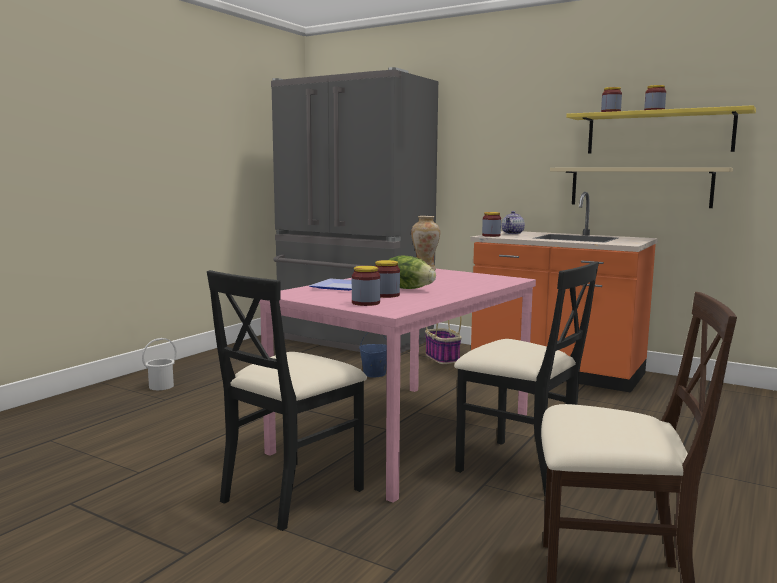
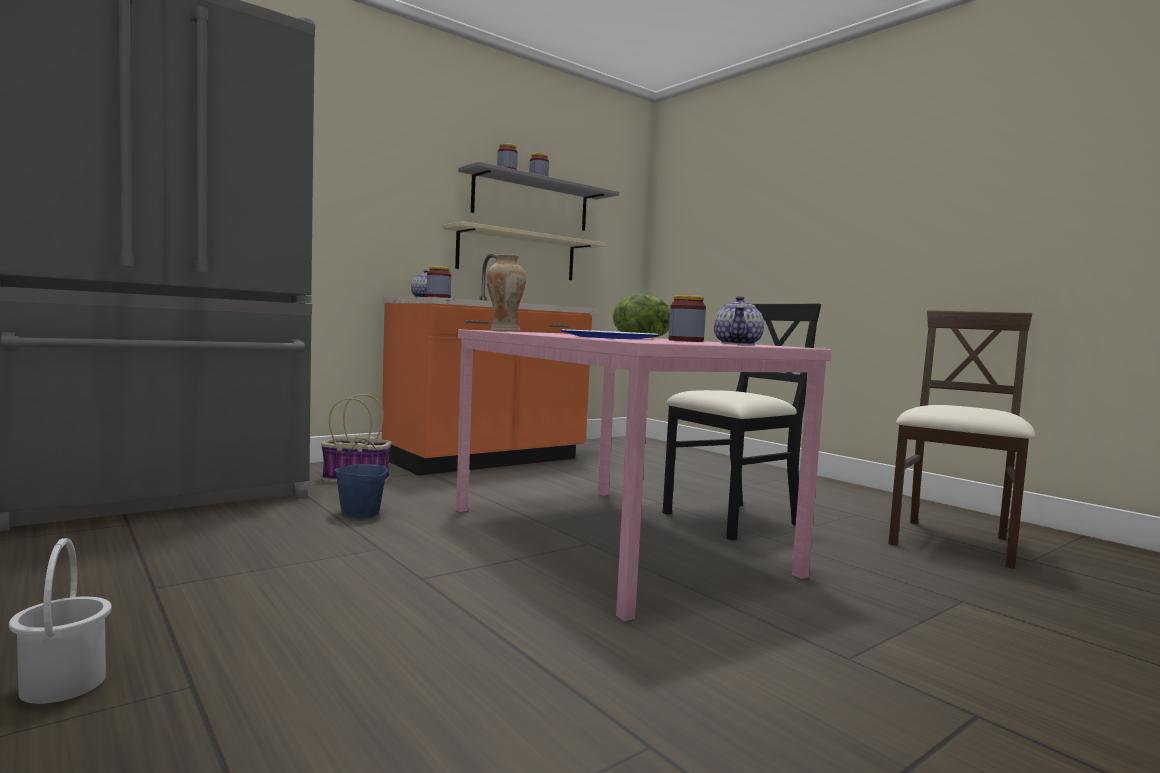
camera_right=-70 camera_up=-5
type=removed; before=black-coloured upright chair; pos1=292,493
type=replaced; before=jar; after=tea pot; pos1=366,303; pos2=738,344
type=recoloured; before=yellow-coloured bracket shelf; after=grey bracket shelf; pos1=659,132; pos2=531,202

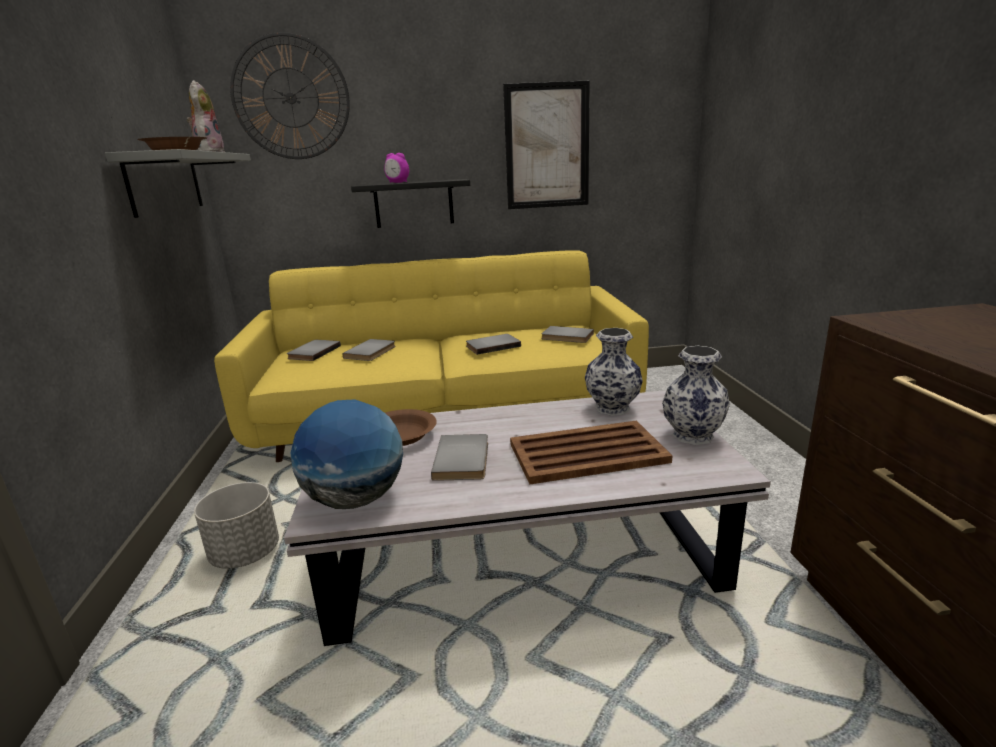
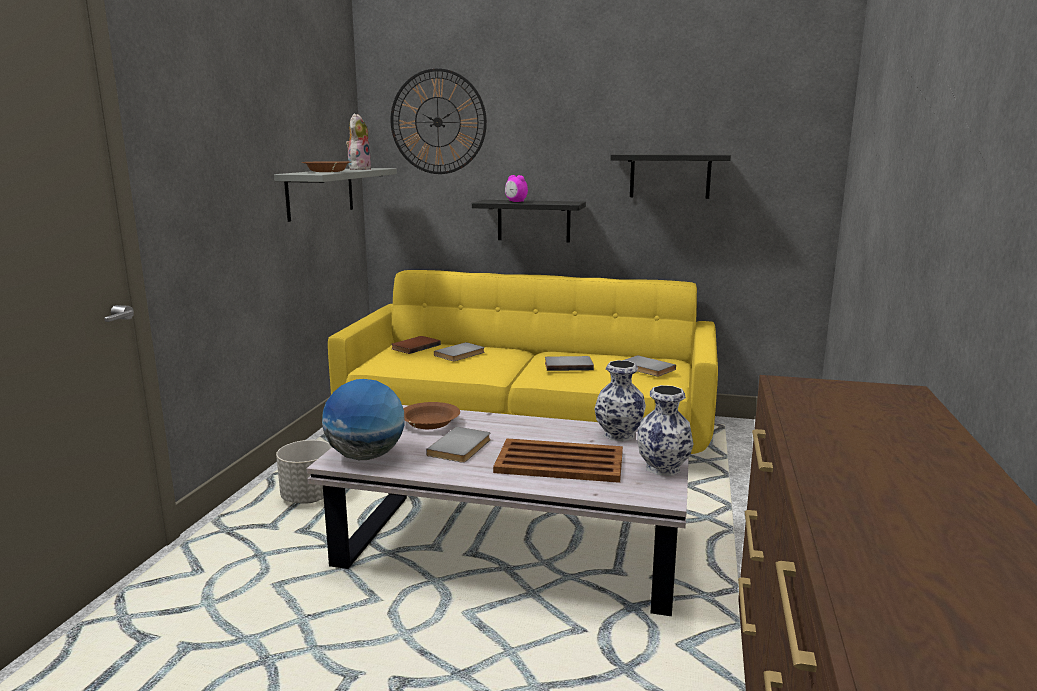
camera_right=20 camera_up=-5
type=recoloured; before=grey book; after=brown book; pos1=313,352; pos2=414,346
type=replaced; before=picture; after=black-coloured bracket shelf; pos1=547,146; pos2=670,176

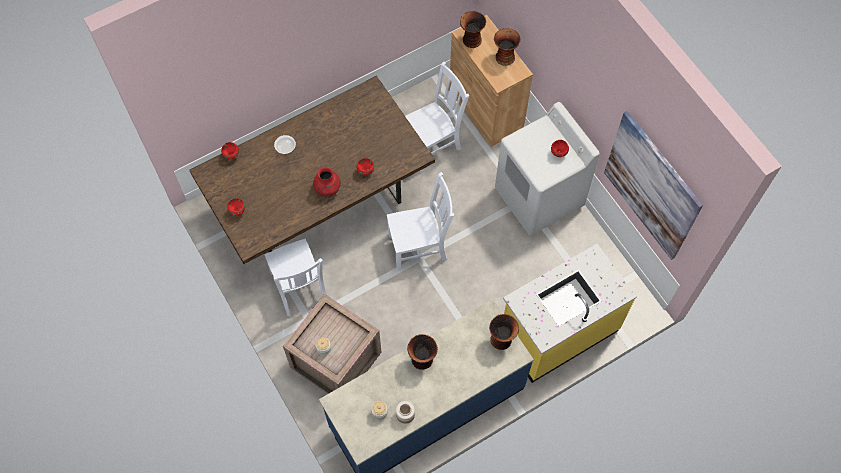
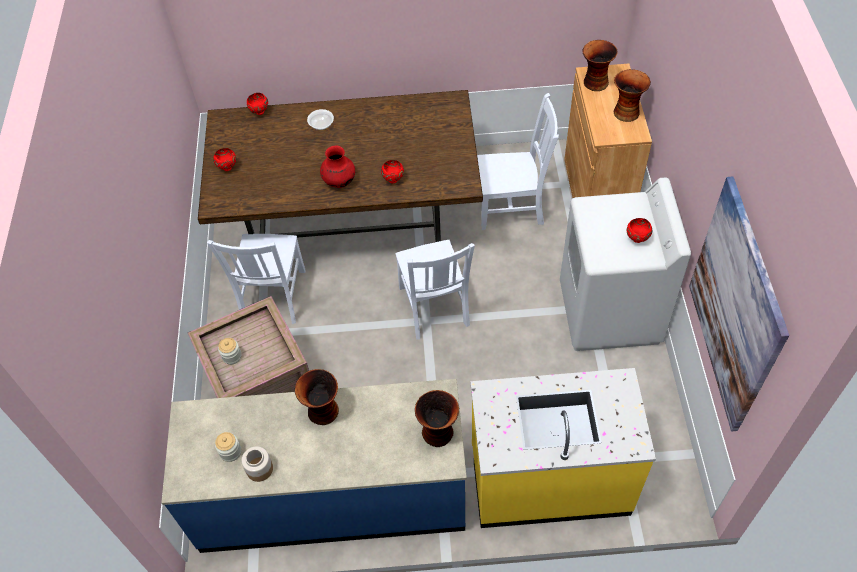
camera_right=30 camera_up=-10
type=turned; before=whitish upright chair; pos1=419,246; pos2=434,308; turn=60

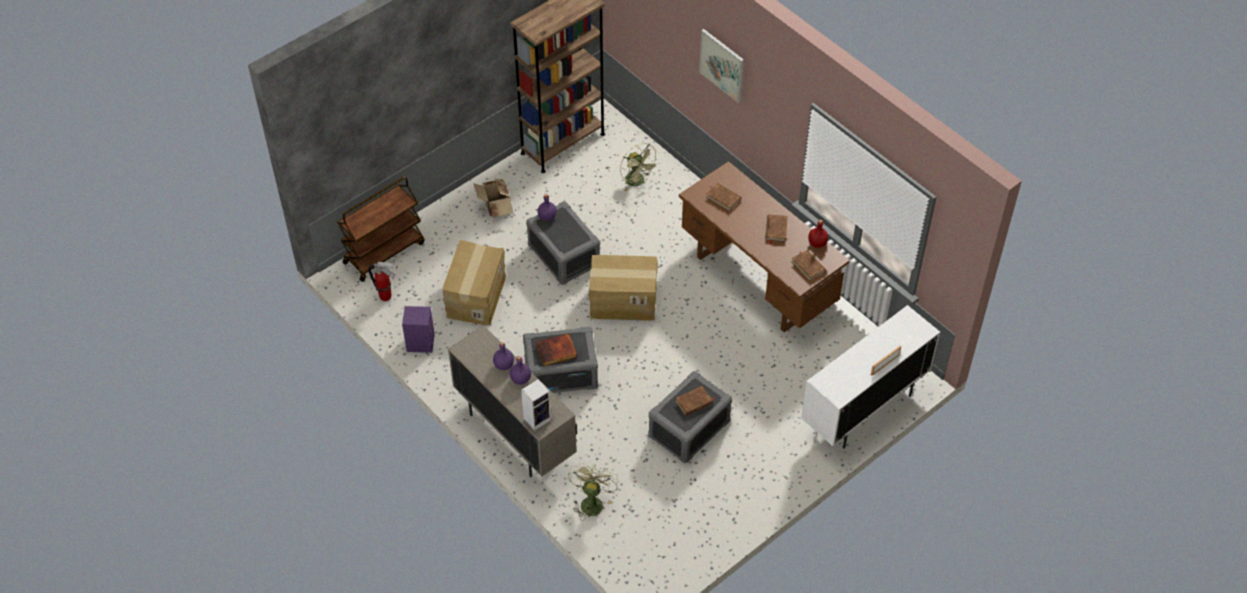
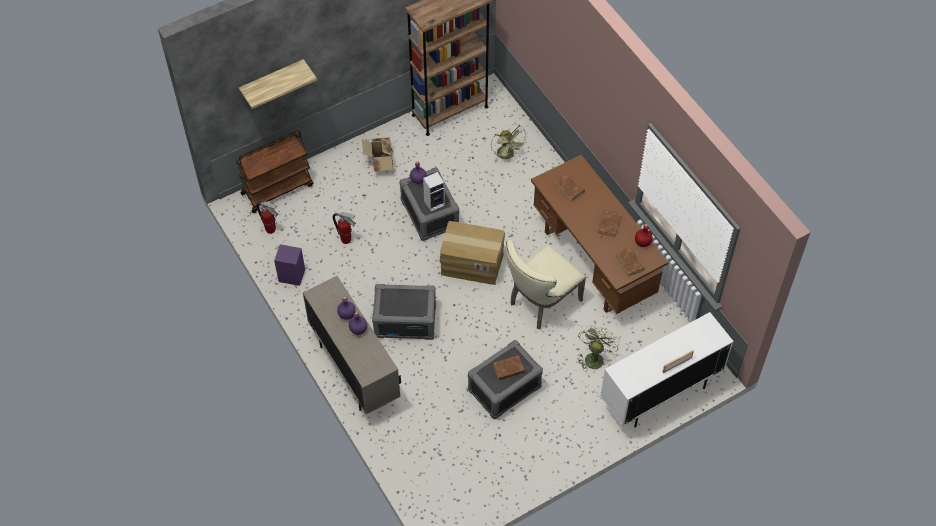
camera_right=10 camera_up=5
type=replaced; before=carton; after=fire extinguisher; pos1=475,296; pos2=346,240
type=moved; before=audio speaker; pos1=537,418; pos2=435,202
type=removed; before=book; pos1=556,352
type=moved; before=greenish fan; pos1=591,501; pos2=594,357
type=removed; before=picture; pos1=722,65
type=added; after=bracket shelf; pos2=272,81
type=added; after=beige-coloured upright chair; pos2=541,303

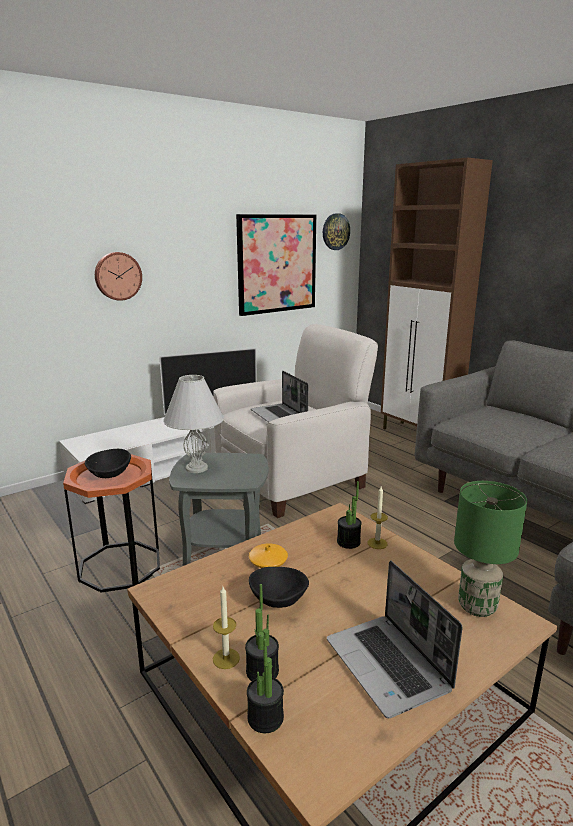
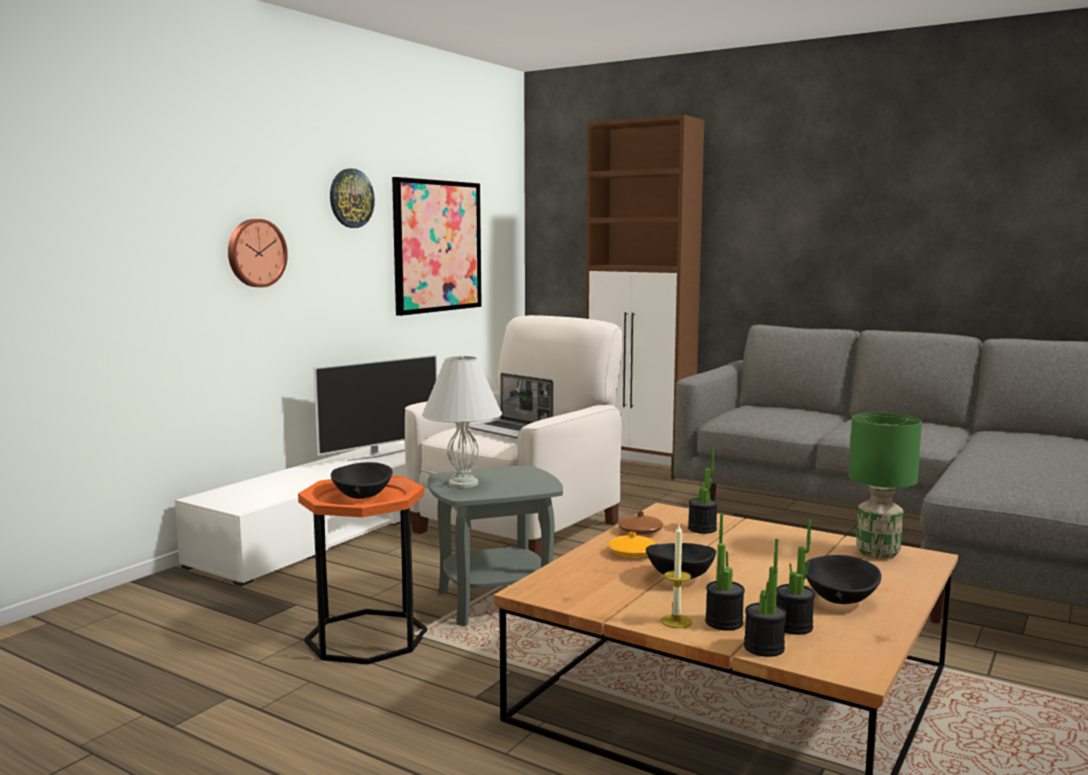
camera_right=-20 camera_up=-10
type=moved; before=wall clock; pos1=335,231; pos2=351,198
type=replaced; before=portable computer; after=black-coloured bowl; pos1=389,666; pos2=840,600
type=removed; before=candle; pos1=377,543
type=added; after=brown vase; pos2=640,531
type=added; after=plant in a pot; pos2=793,626

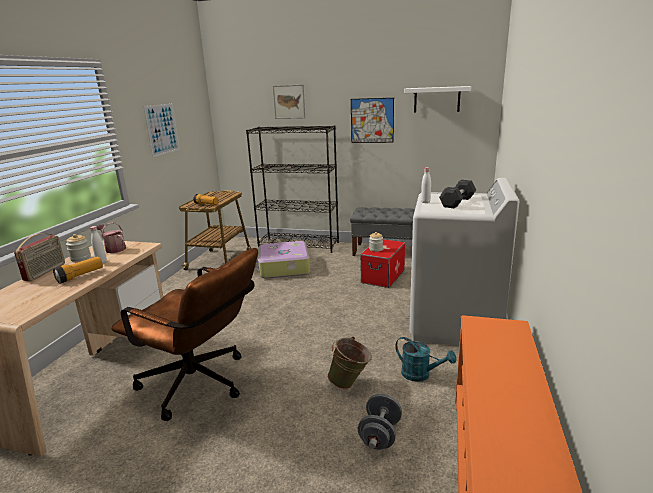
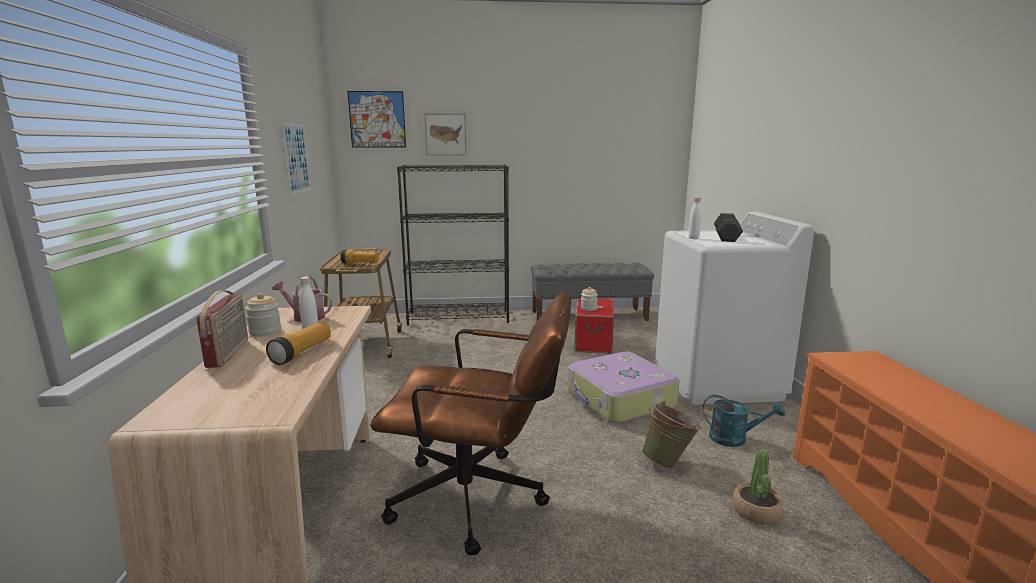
camera_right=-20 camera_up=-5
type=moved; before=suitcase; pos1=283,267; pos2=620,399
type=moved; before=picture; pos1=372,120; pos2=377,119
type=replaced; before=grey dumbbell; after=plant in a pot; pos1=380,435; pos2=756,511
type=removed; before=whitish bracket shelf; pos1=437,99

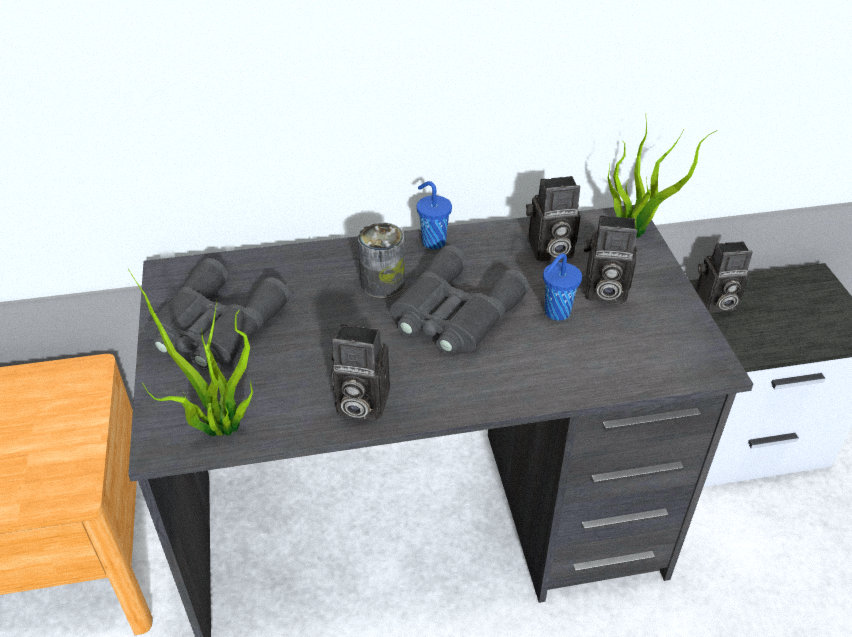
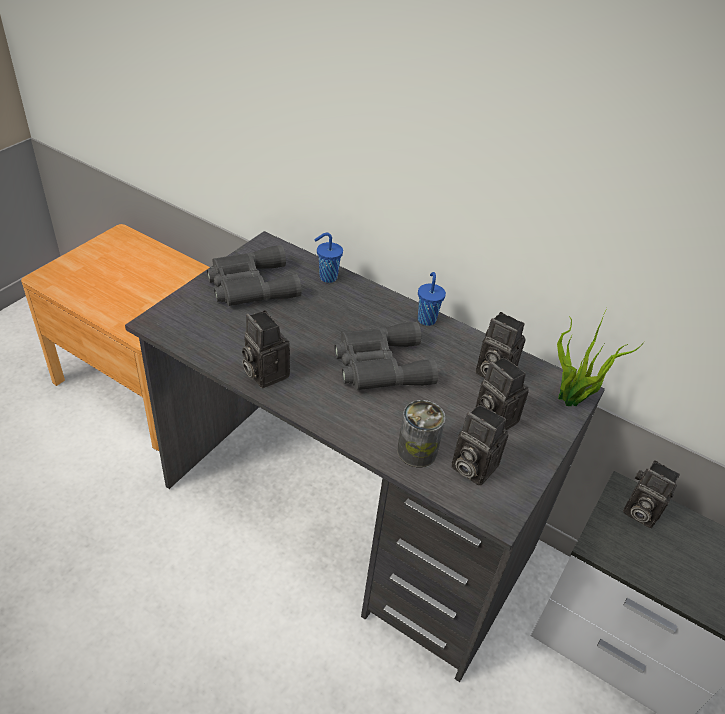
camera_right=40 camera_up=0
type=removed; before=plant in a pot; pos1=218,428
type=moved; before=can; pos1=382,283; pos2=417,451
type=moved; before=bluish drinking cup; pos1=555,313; pos2=327,277
type=added; after=photo camera; pos2=470,467

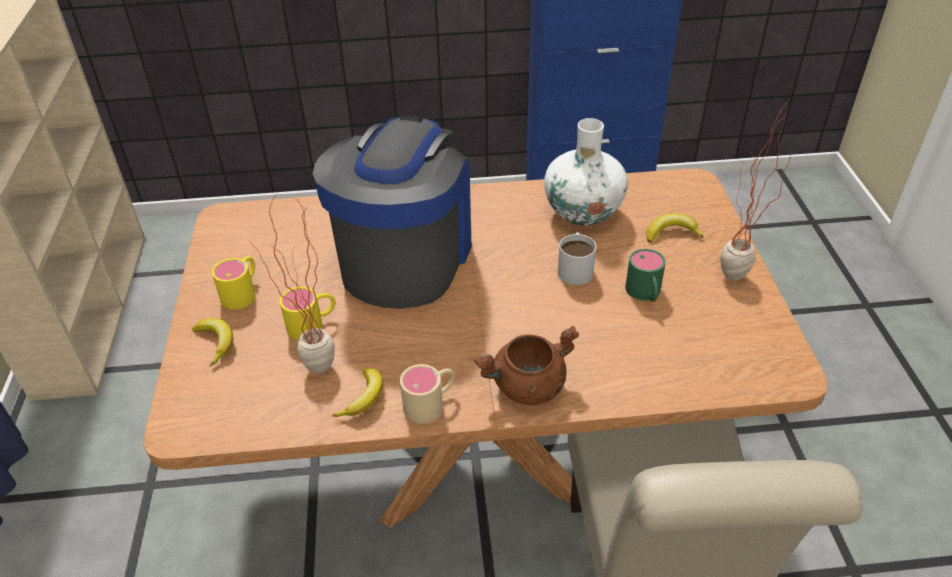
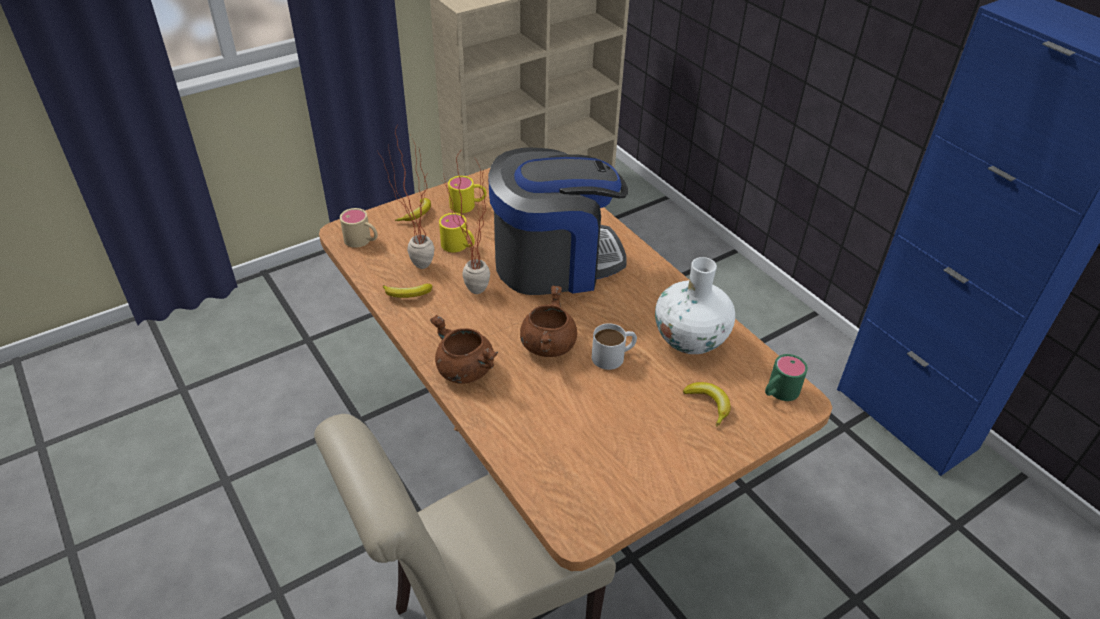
camera_right=60 camera_up=0
type=moved; before=beige-coloured mug; pos1=431,403; pos2=362,241
type=moved; before=greenish mug; pos1=645,294; pos2=778,392
type=moved; before=plant in a pot; pos1=732,283; pos2=468,291
type=added; after=brown saucepot; pos2=547,344

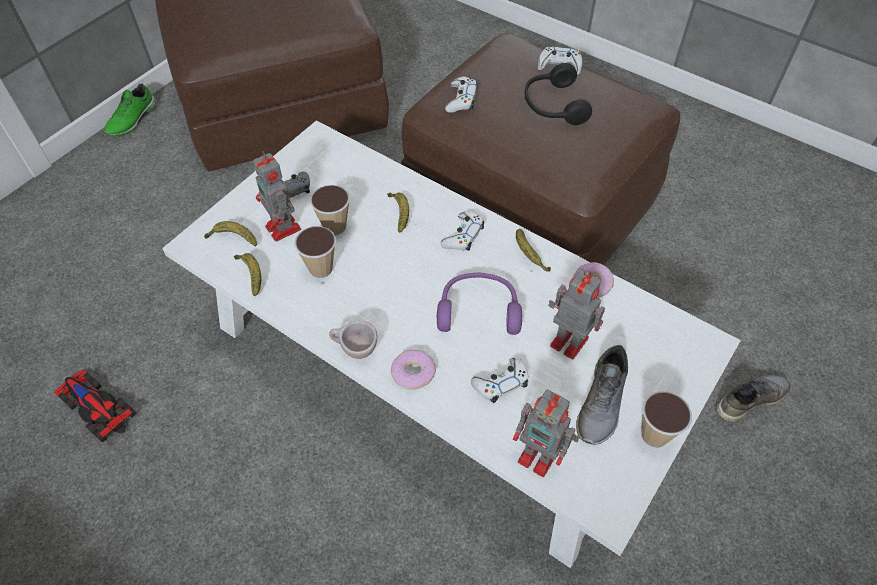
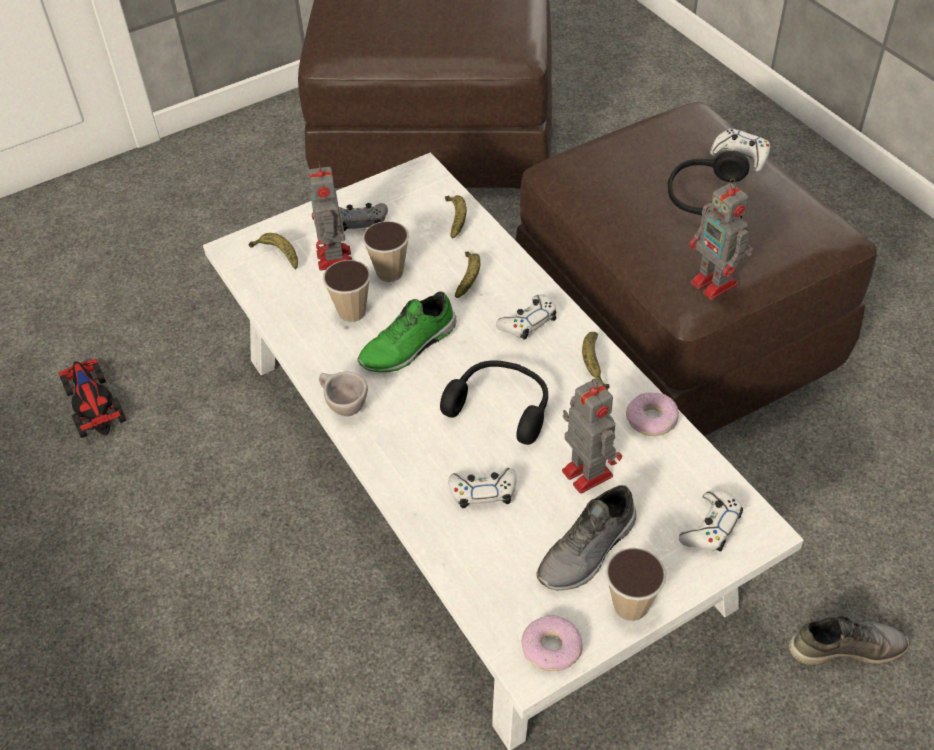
camera_right=25 camera_up=-5
type=moved; before=greenish item of footwear; pos1=133,120; pos2=409,347
type=moved; before=banana; pos1=251,275; pos2=456,219
type=moved; before=ring doughnut; pos1=413,373; pos2=551,648
type=recoloured; before=purple headset; after=black-coloured headset; pos1=478,310; pos2=501,407
type=moved; before=whitish gamepad; pos1=461,100; pos2=710,527
type=moved; before=toy robot; pos1=540,456; pos2=715,284

